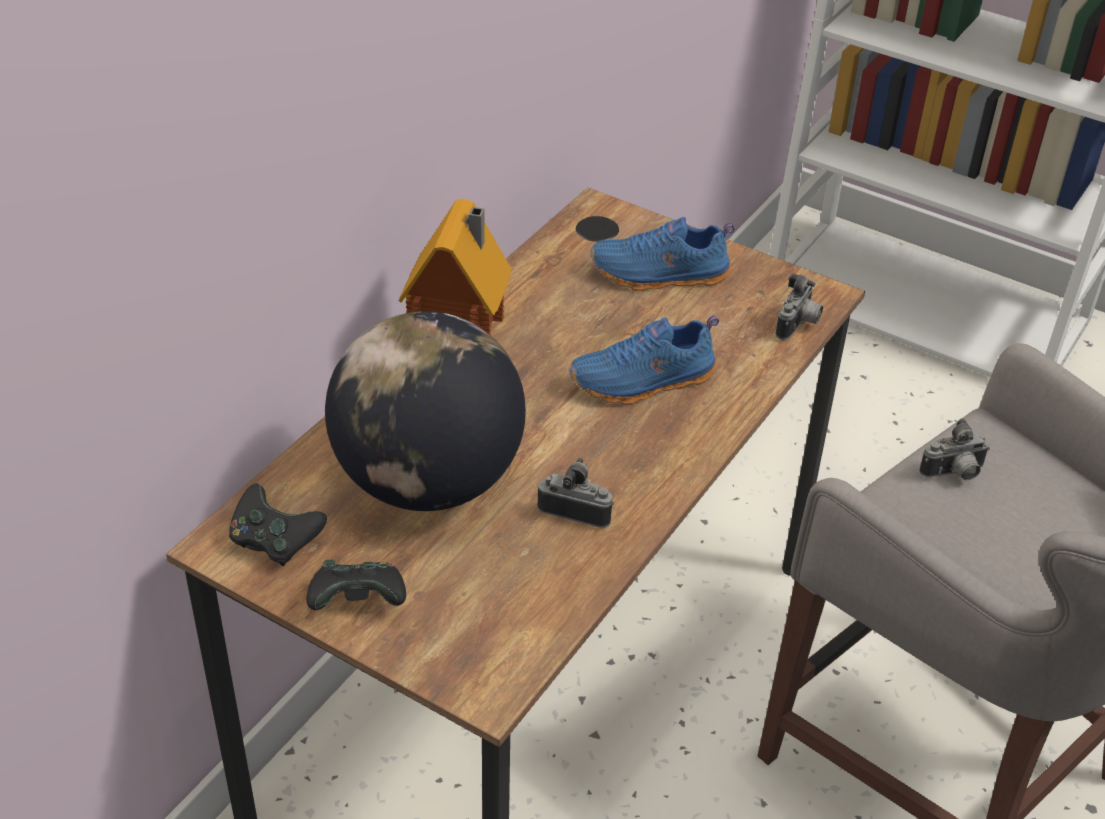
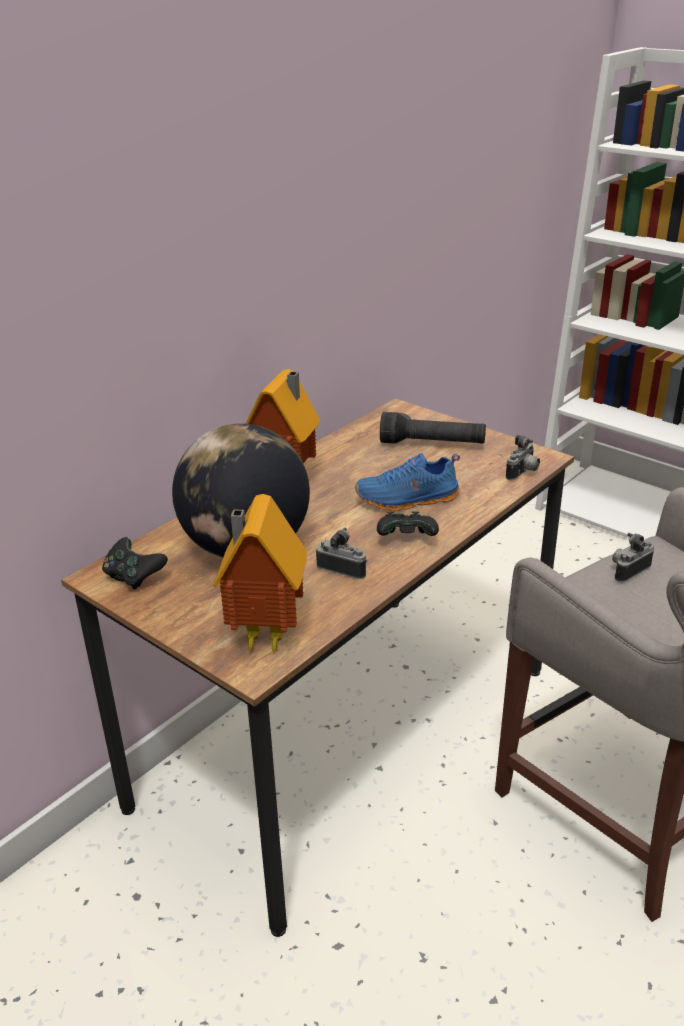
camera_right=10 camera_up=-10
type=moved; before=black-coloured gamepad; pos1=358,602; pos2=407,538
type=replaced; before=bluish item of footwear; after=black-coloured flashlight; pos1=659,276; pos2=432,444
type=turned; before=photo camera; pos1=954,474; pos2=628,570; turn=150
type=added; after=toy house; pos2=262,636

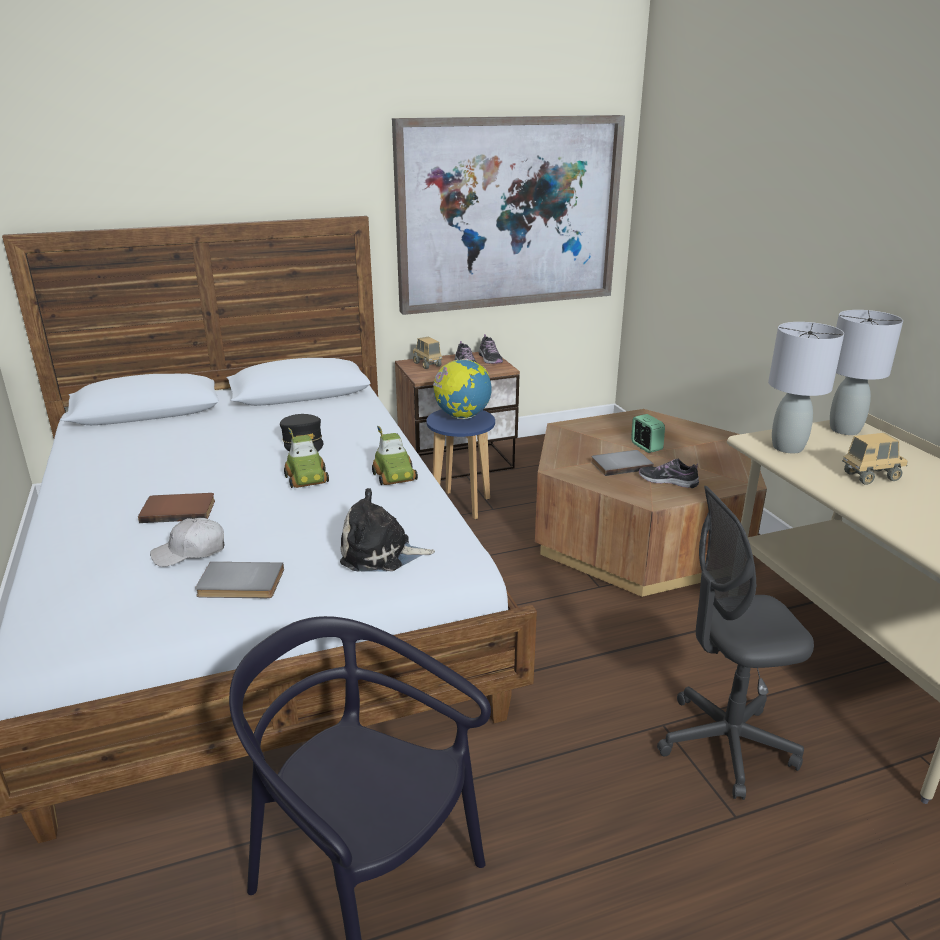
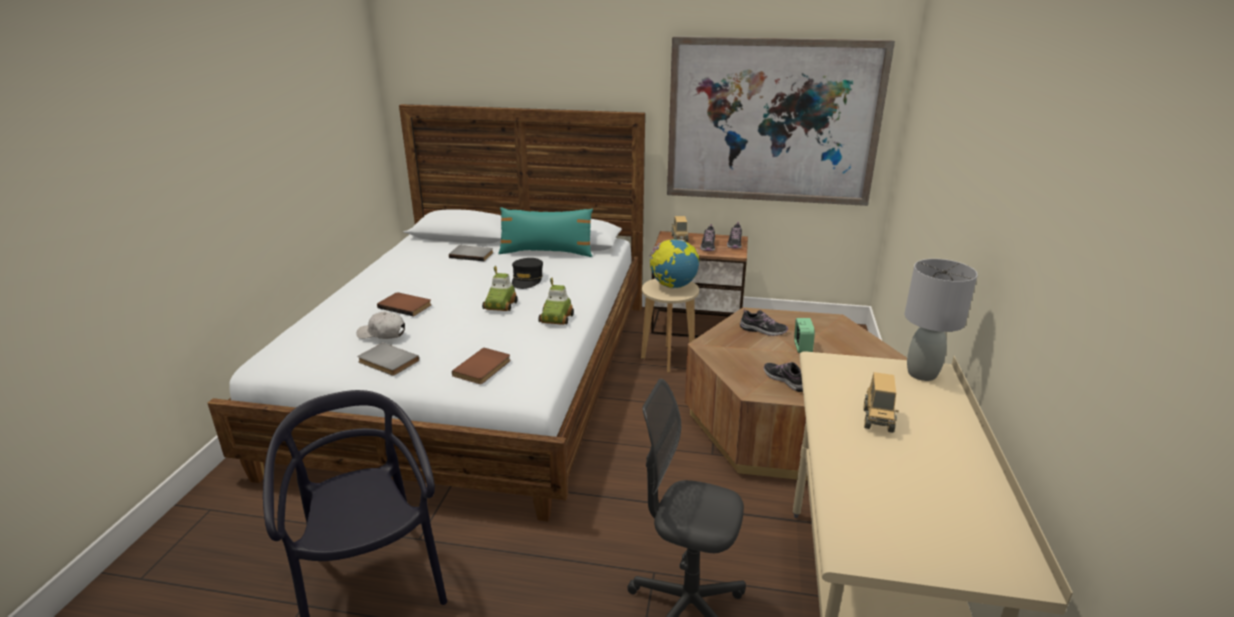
camera_right=30 camera_up=0
type=replaced; before=cuddly toy; after=brown book; pos1=381,554; pos2=484,368
type=recoloured; before=bluish sitting stool; after=beige-coloured sitting stool; pos1=461,505; pos2=668,358
type=moved; before=grey book; pos1=620,464; pos2=472,254
type=removed; before=grey tabletop lamp; pos1=787,447
type=turned; before=toy truck; pos1=870,477; pos2=877,420; turn=90
type=added; after=blue-green pillow; pos2=546,252
type=added; after=item of footwear; pos2=763,330

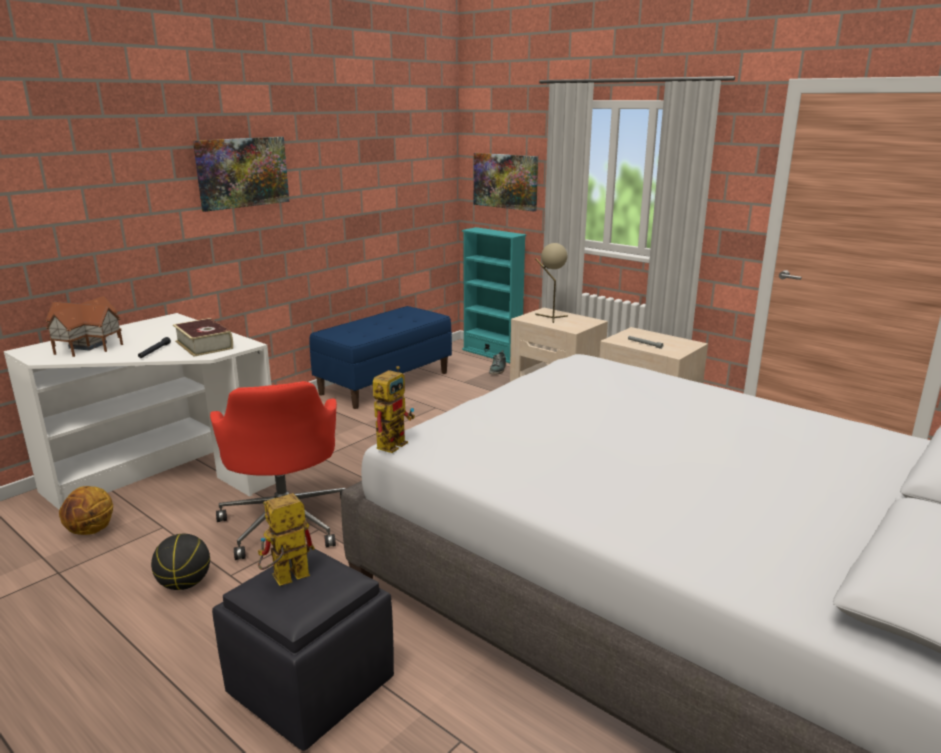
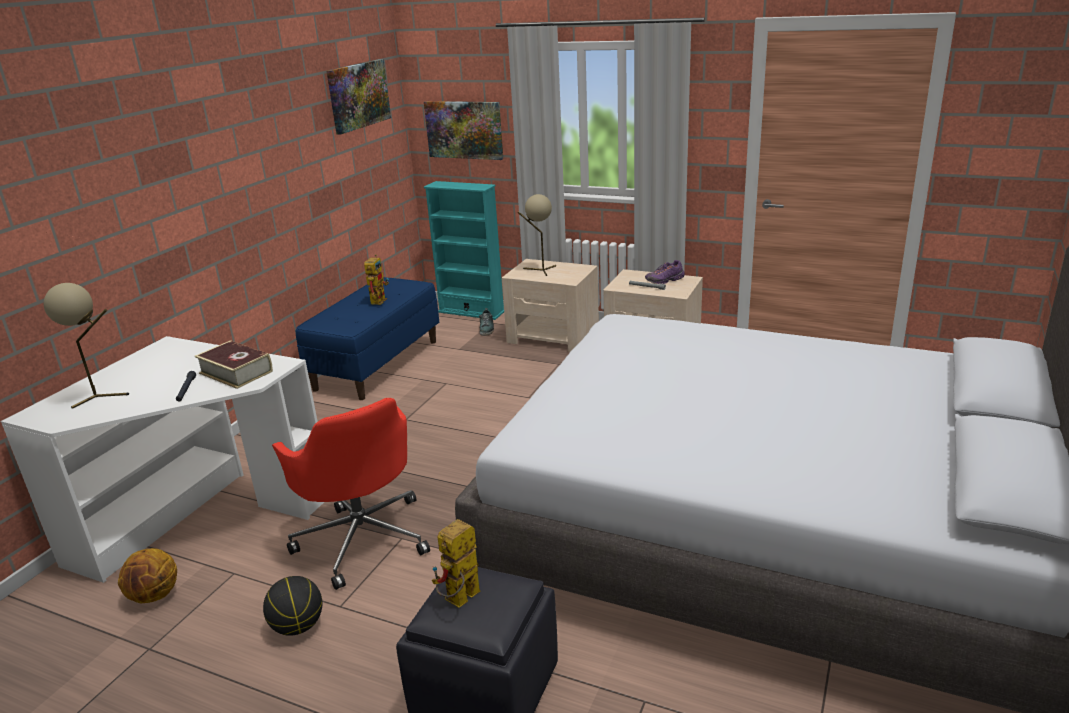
camera_right=-15 camera_up=5
type=replaced; before=toy house; after=beige-coloured tabletop lamp; pos1=88,346; pos2=100,396
type=moved; before=picture; pos1=242,172; pos2=358,95
type=moved; before=toy robot; pos1=393,442; pos2=378,299
type=added; after=purple item of footwear; pos2=665,280

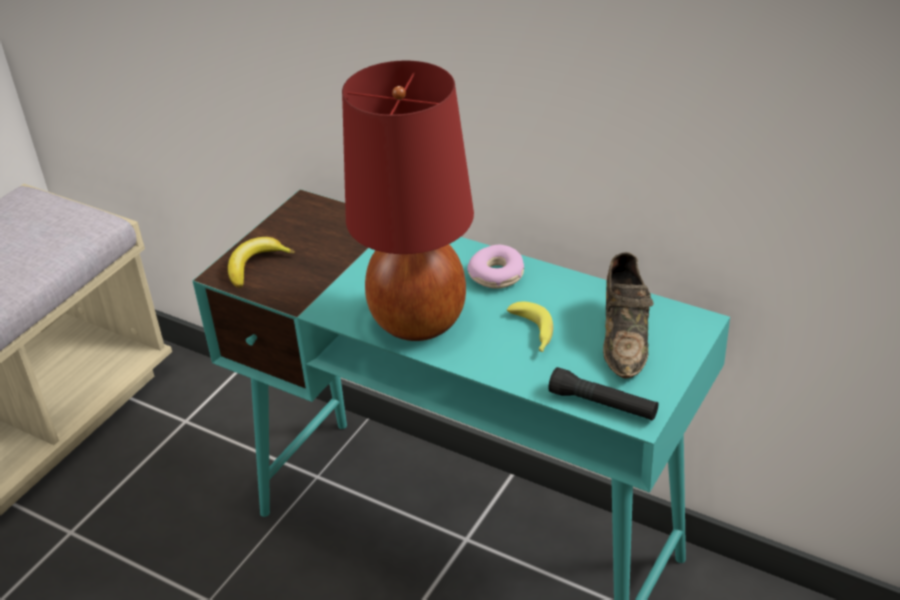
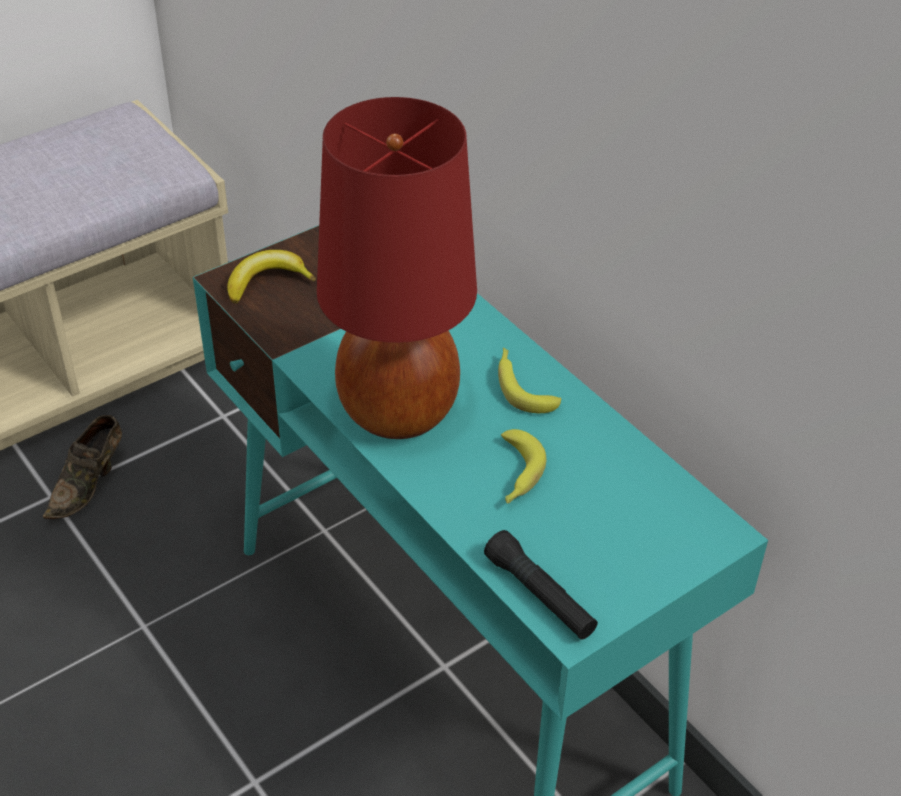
camera_right=20 camera_up=5
type=replaced; before=ring doughnut; after=banana; pos1=497,275; pos2=522,386
type=moved; before=brown item of footwear; pos1=625,337; pos2=89,484

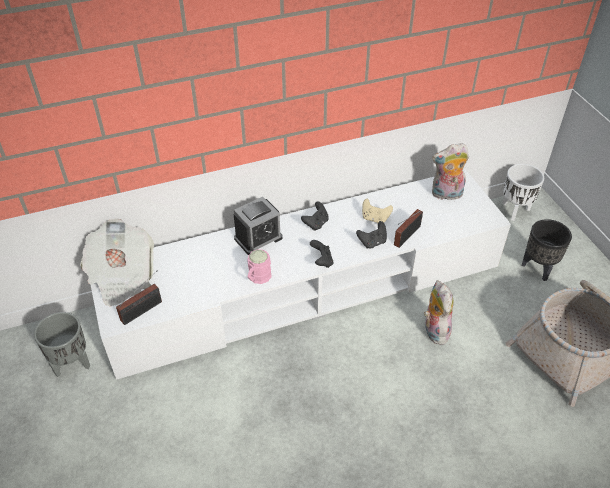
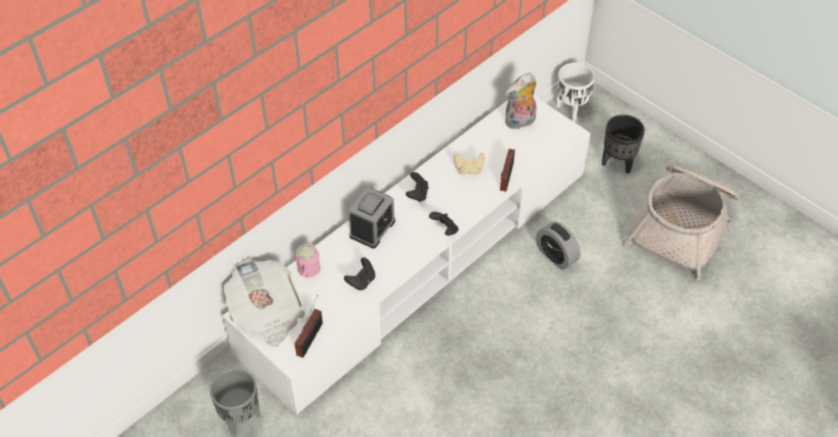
camera_right=-25 camera_up=5
type=moved; before=pink-coloured mug; pos1=257,278; pos2=308,272
type=moved; before=black-coloured gamepad; pos1=372,242; pos2=361,281
type=replaced; before=cuddly toy; after=table clock; pos1=434,330; pos2=556,256

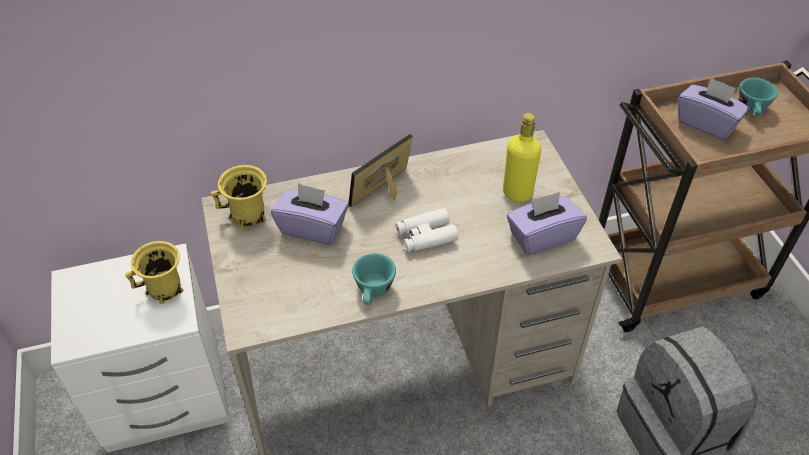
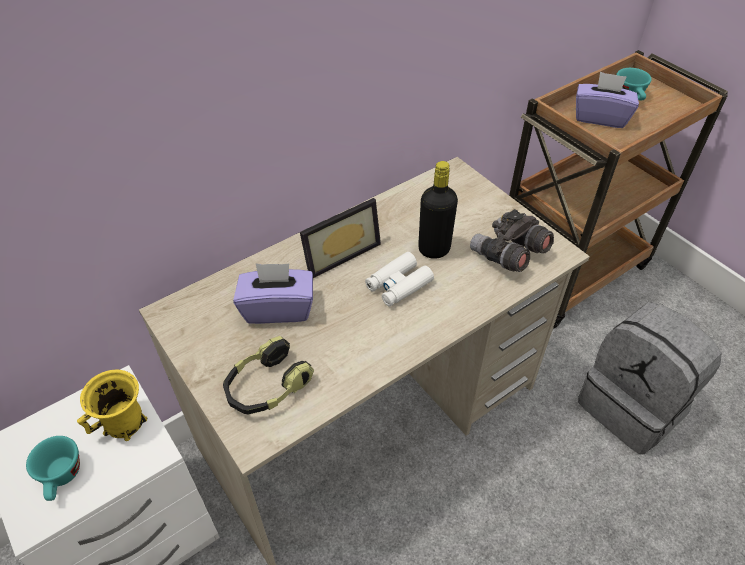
camera_right=-20 camera_up=0
type=removed; before=yellow-coloured mug; pos1=248,215
type=turned; before=picture frame; pos1=386,192; pos2=338,252; turn=-150
type=moved; before=blue-green drinking cup; pos1=374,291; pos2=62,478
type=removed; before=yellow-coloured beverage bottle; pos1=517,193
type=replaced; before=purple tissue box; after=grey binoculars; pos1=542,236; pos2=508,255
type=added; after=headset; pos2=267,387
type=added; after=black-coloured beverage bottle; pos2=434,249

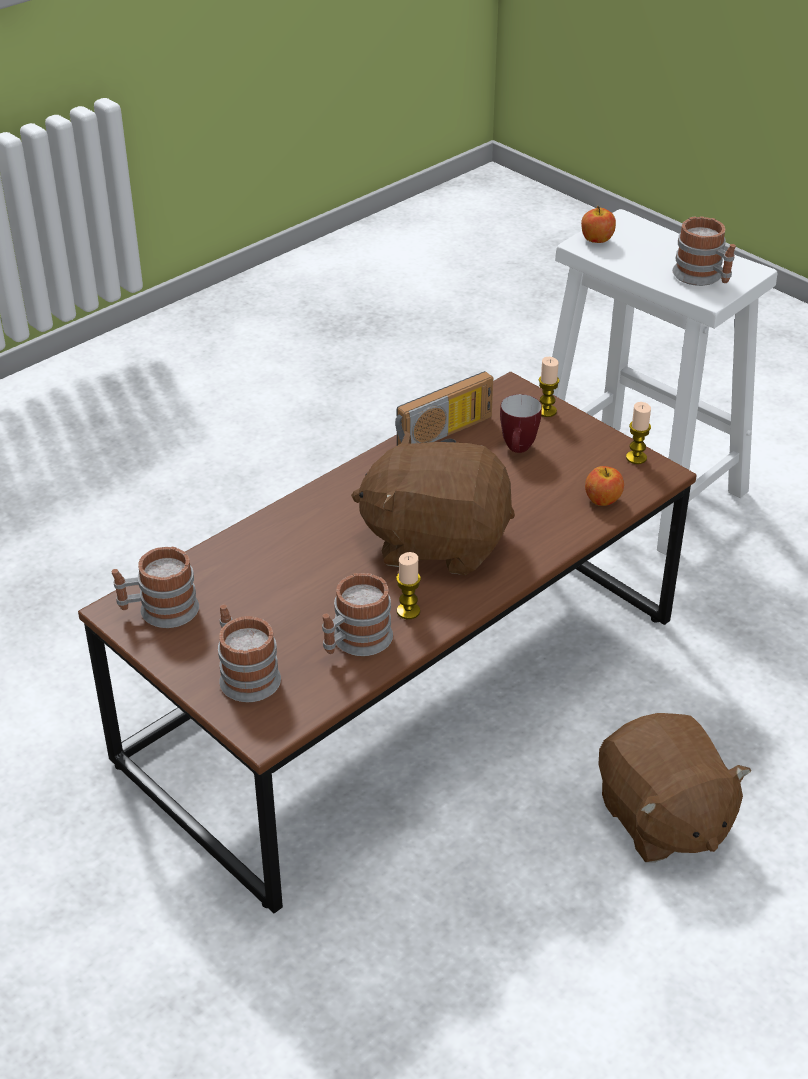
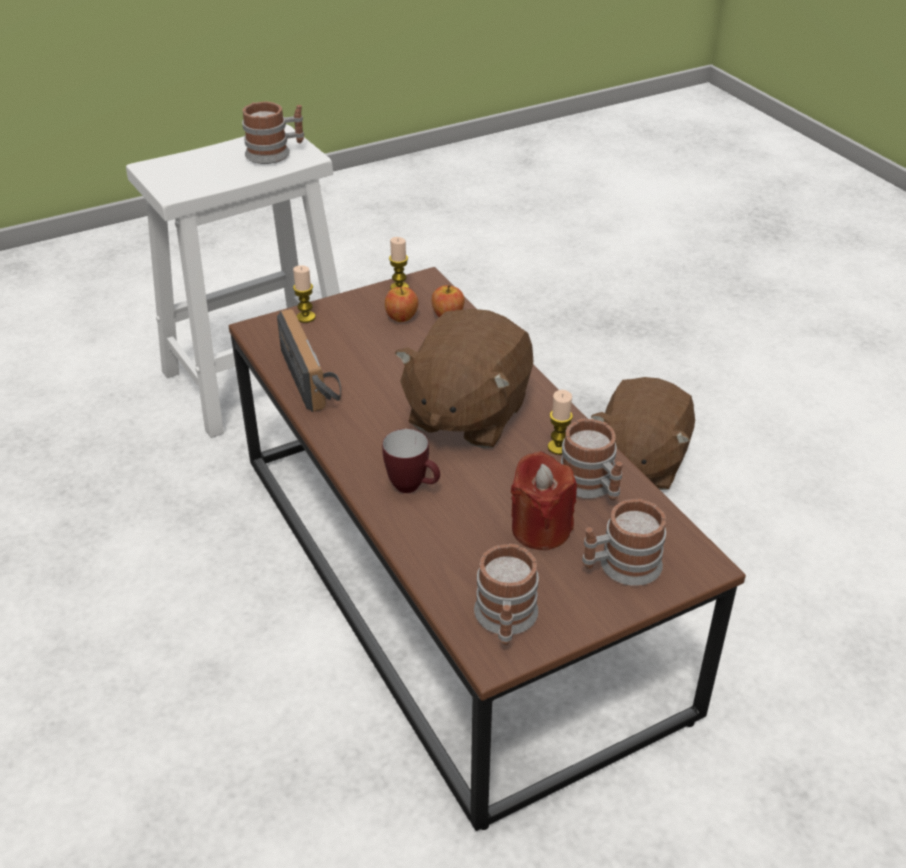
camera_right=-75 camera_up=0
type=moved; before=mug; pos1=518,450; pos2=413,487
type=moved; before=whole apple; pos1=597,239; pos2=402,317
type=turned; before=brown cuddly toy; pos1=662,819; pos2=639,461; turn=120
type=added; after=red candle; pos2=540,529

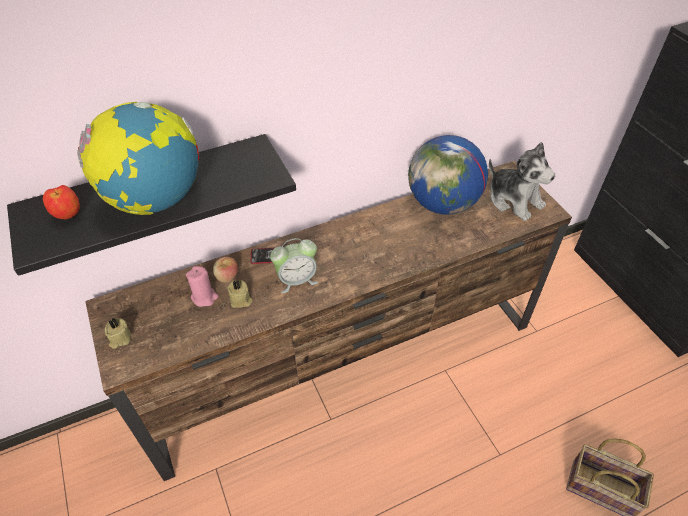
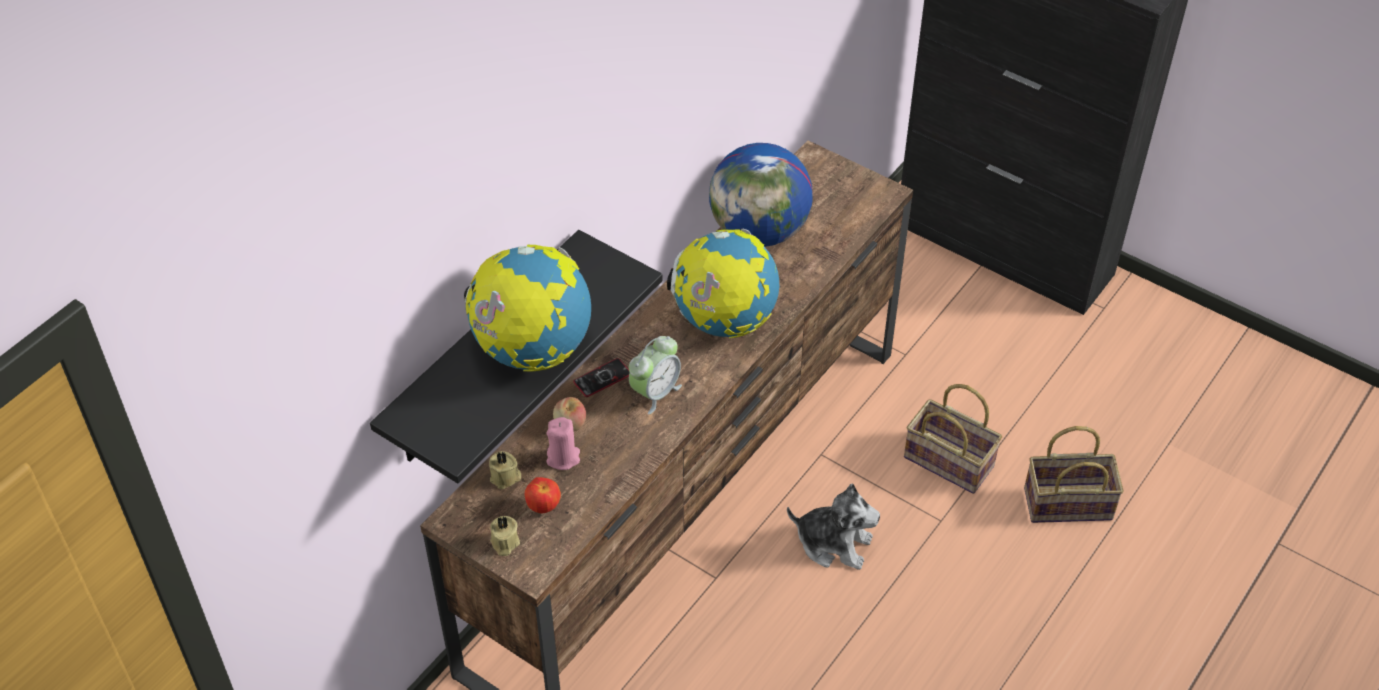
camera_right=-30 camera_up=0
type=moved; before=whole apple; pos1=68,215; pos2=544,506
type=moved; before=beige-coloured candle; pos1=241,300; pos2=506,477
type=moved; before=cuddly toy; pos1=514,200; pos2=833,543
type=added; after=world globe; pos2=724,321
type=added; after=household basket; pos2=951,461

